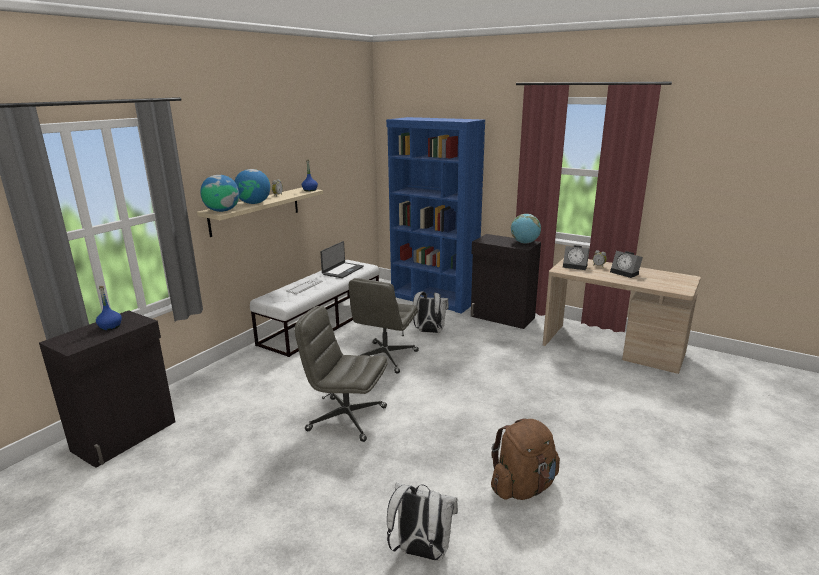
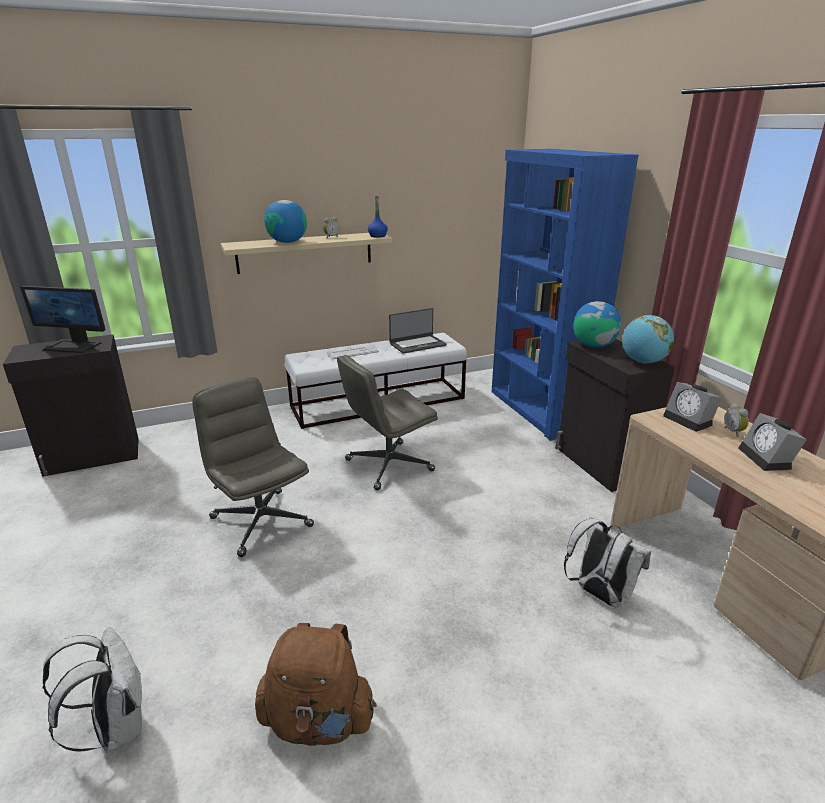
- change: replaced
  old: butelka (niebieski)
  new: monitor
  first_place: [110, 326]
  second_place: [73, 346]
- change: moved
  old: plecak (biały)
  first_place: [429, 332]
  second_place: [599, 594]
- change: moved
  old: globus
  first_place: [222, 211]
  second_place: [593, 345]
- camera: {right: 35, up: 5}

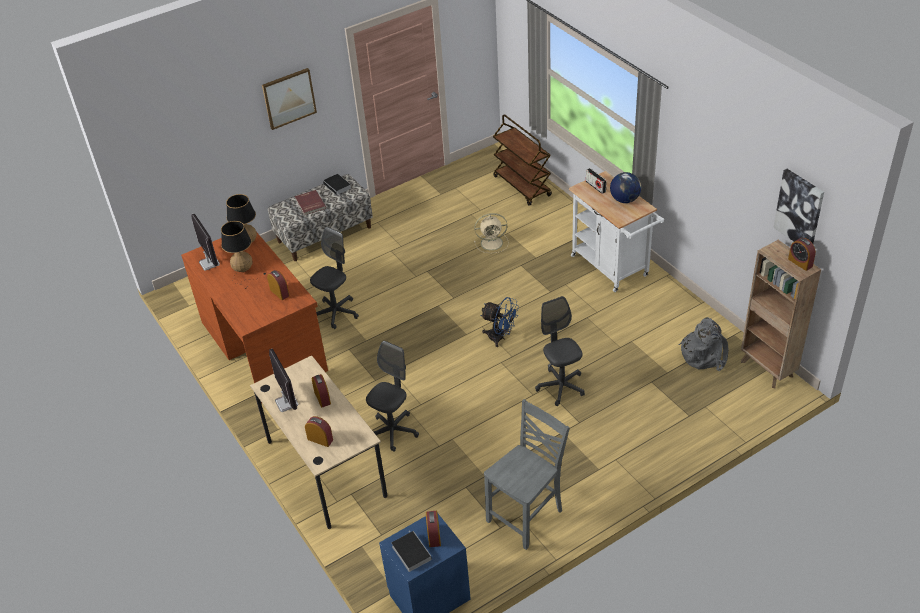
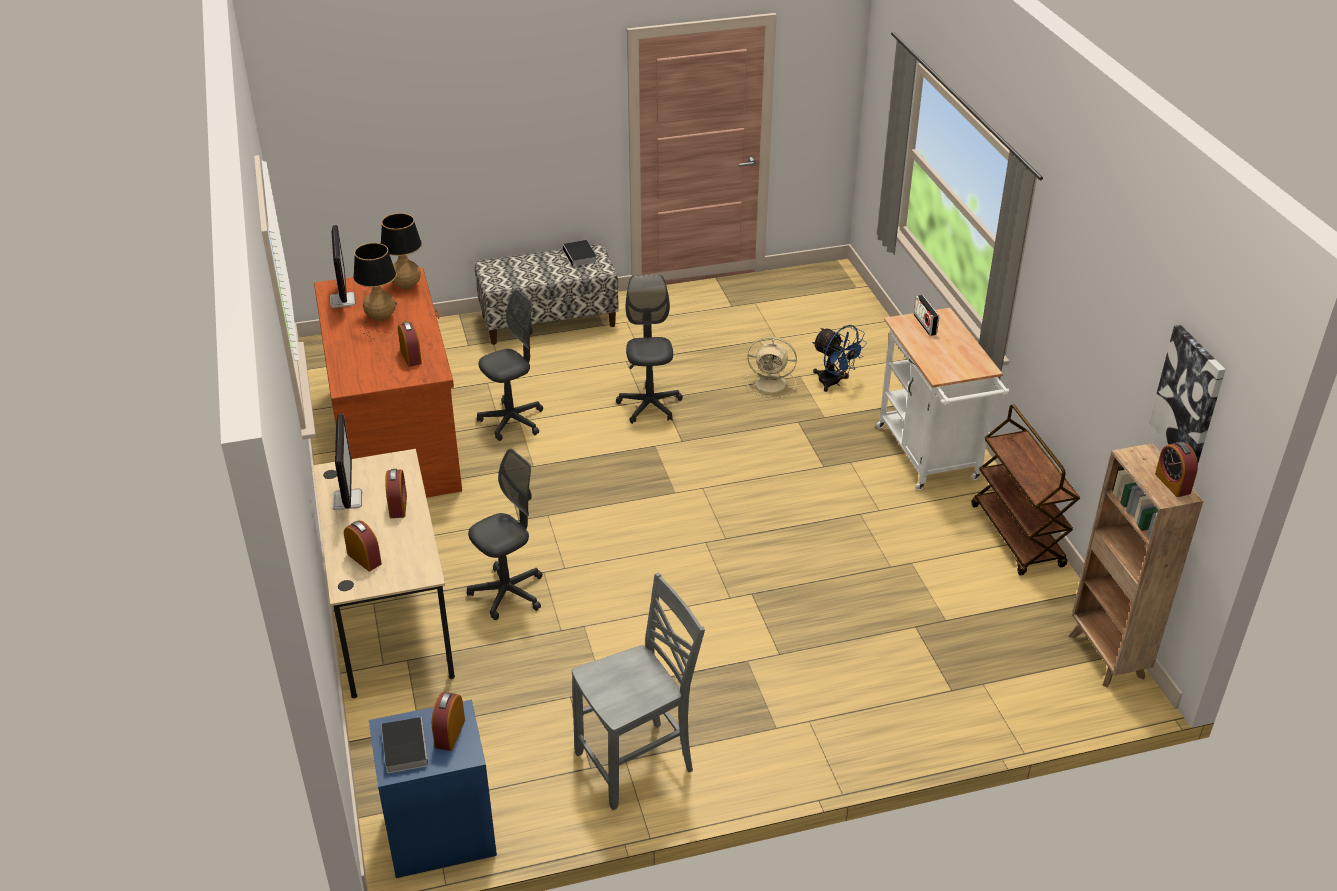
- change: moved
  old: krzesło biurowe (szary)
  first_place: [561, 387]
  second_place: [649, 406]
- change: moved
  old: wentylator (niebieski)
  first_place: [500, 337]
  second_place: [834, 383]
- change: moved
  old: wózek (brązowy)
  first_place: [522, 186]
  second_place: [1017, 536]
- change: removed
  old: obraz
  first_place: [289, 98]
- change: removed
  old: książka (czerwony)
  first_place: [310, 204]
- change: removed
  old: globus
  first_place: [624, 199]
- change: removed
  old: plecak (szary)
  first_place: [704, 354]
- camera: {right: 15, up: -5}

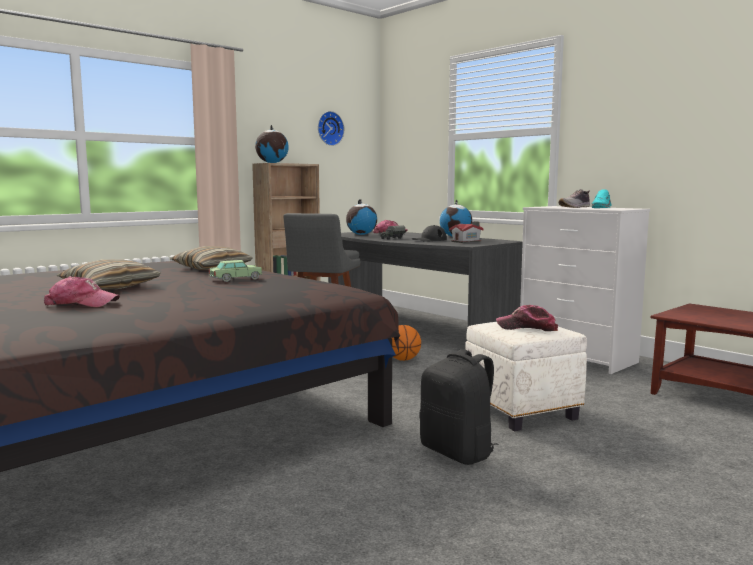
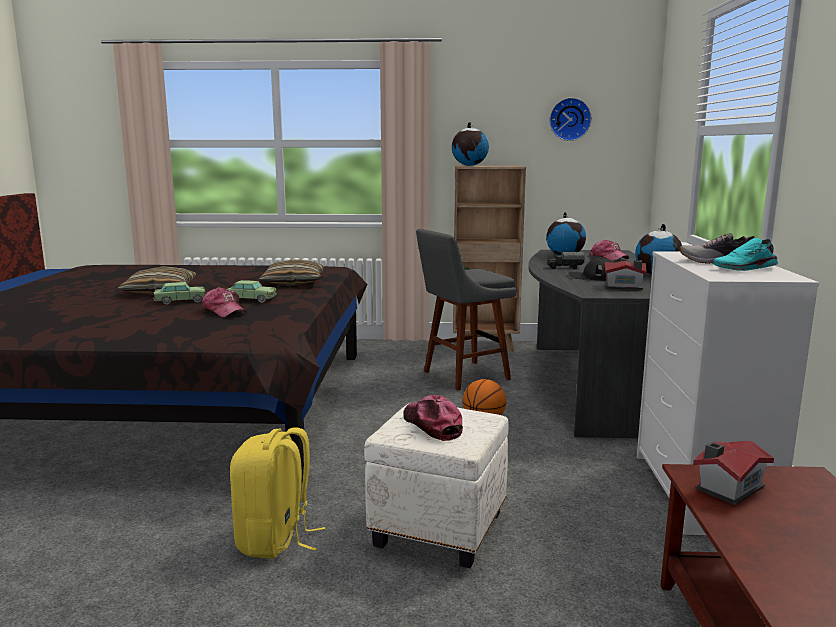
- change: added
  new: samochodzik
  second_place: [180, 301]
- change: moved
  old: czapka z daszkiem
  first_place: [81, 304]
  second_place: [224, 311]
- change: recoloured
  old: plecak (czarny)
  new: plecak (żółty)
  first_place: [458, 452]
  second_place: [275, 540]
- change: added
  new: domek
  second_place: [727, 488]
- camera: {right: 45, up: 5}

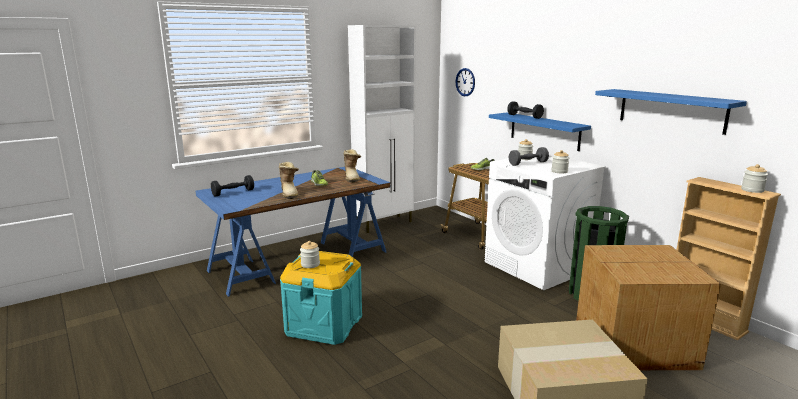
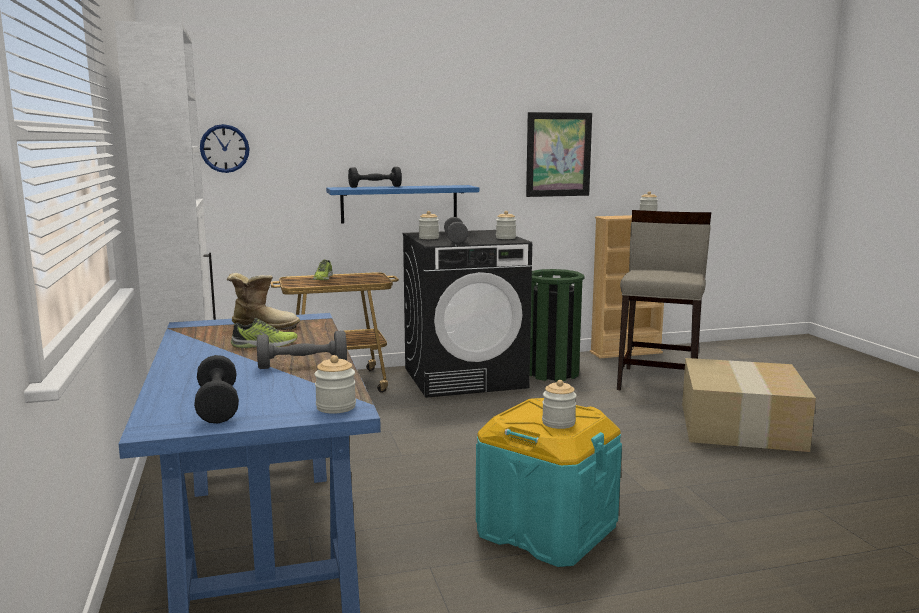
- change: replaced
  old: but z cholewką
  new: hantel (szary)
  first_place: [290, 193]
  second_place: [303, 365]
- change: added
  new: słoik
  second_place: [336, 407]
- change: recoloured
  old: pralka (biały)
  new: pralka (czarny)
  first_place: [537, 266]
  second_place: [465, 377]
- change: replaced
  old: półka (niebieski)
  new: obraz
  first_place: [671, 110]
  second_place: [558, 154]
- change: replaced
  old: karton
  new: stołek (beżowy)
  first_place: [636, 344]
  second_place: [659, 382]
- camera: {right: -70, up: -5}

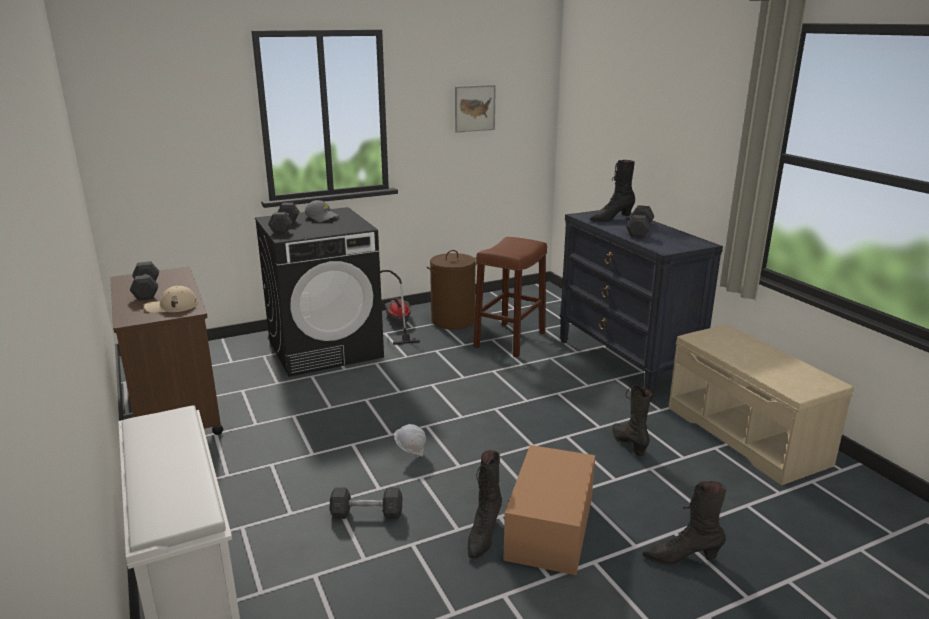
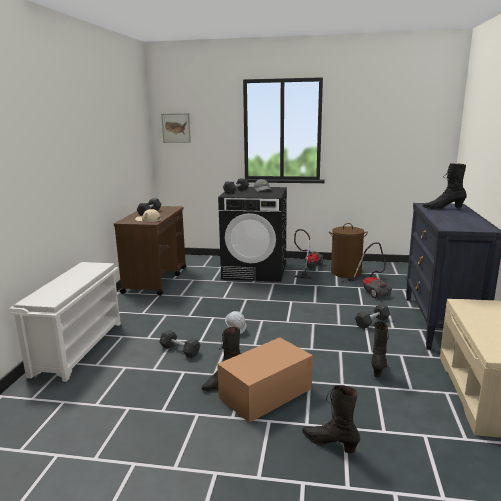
- change: moved
  old: obraz
  first_place: [474, 108]
  second_place: [176, 128]
- change: replaced
  old: stołek (brązowy)
  new: odkurzacz
  first_place: [510, 340]
  second_place: [370, 290]
- change: moved
  old: hantel (szary)
  first_place: [639, 230]
  second_place: [372, 322]
- camera: {right: 35, up: -5}

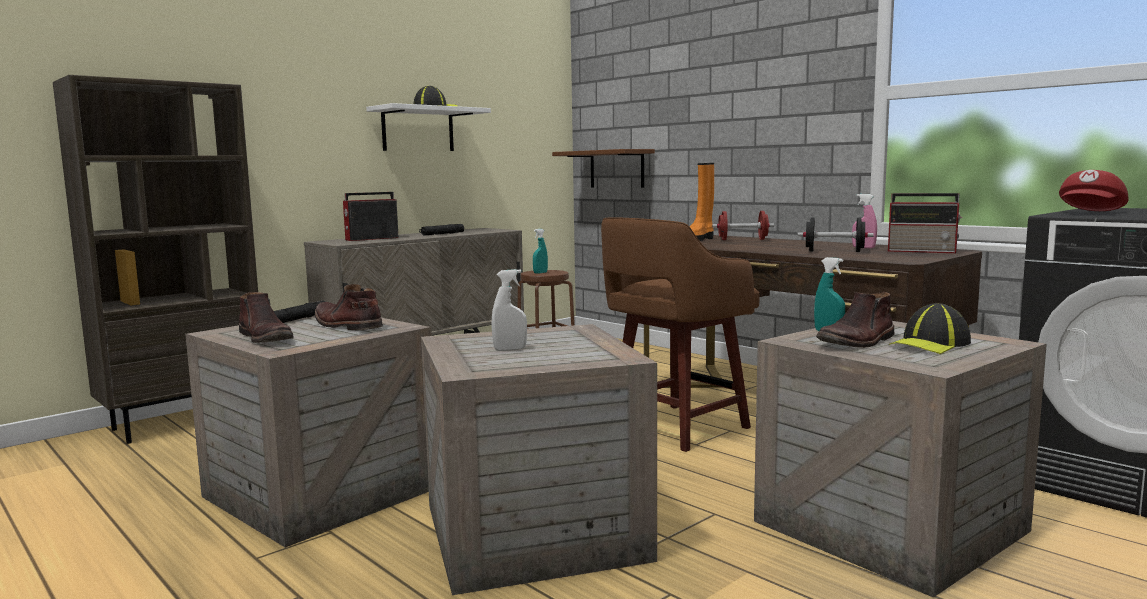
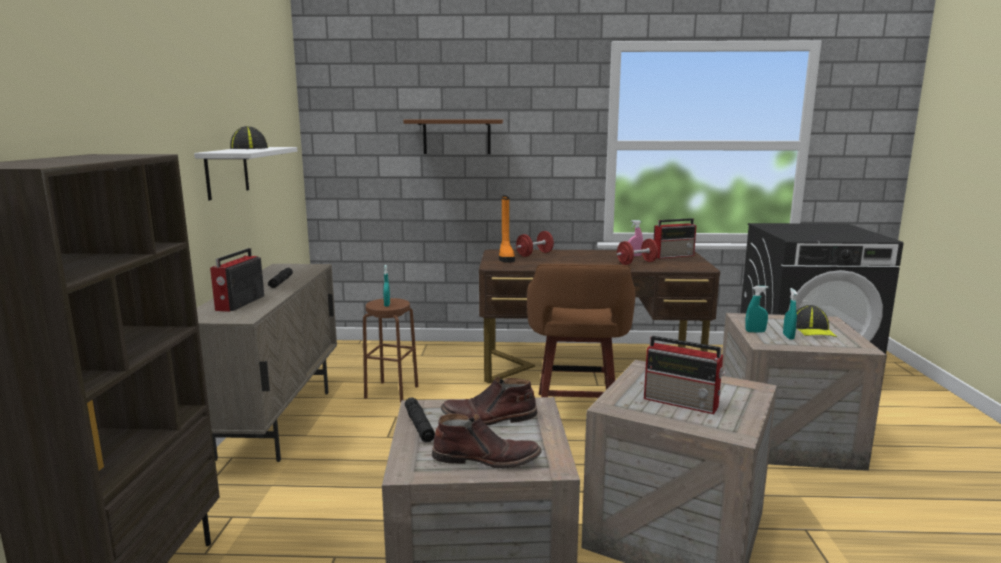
- change: moved
  old: półka (brązowy)
  first_place: [617, 169]
  second_place: [457, 136]
- change: recoloured
  old: hantel (czarny)
  new: hantel (czerwony)
  first_place: [834, 251]
  second_place: [636, 263]
- change: replaced
  old: spryskiwacz (biały)
  new: radio
  first_place: [510, 349]
  second_place: [682, 402]
- change: replaced
  old: but z cholewką (brązowy)
  new: spryskiwacz (turkusowy)
  first_place: [858, 342]
  second_place: [788, 337]
- change: removed
  old: czapka z daszkiem (czerwony)
  first_place: [1091, 212]
- camera: {right: -45, up: 5}

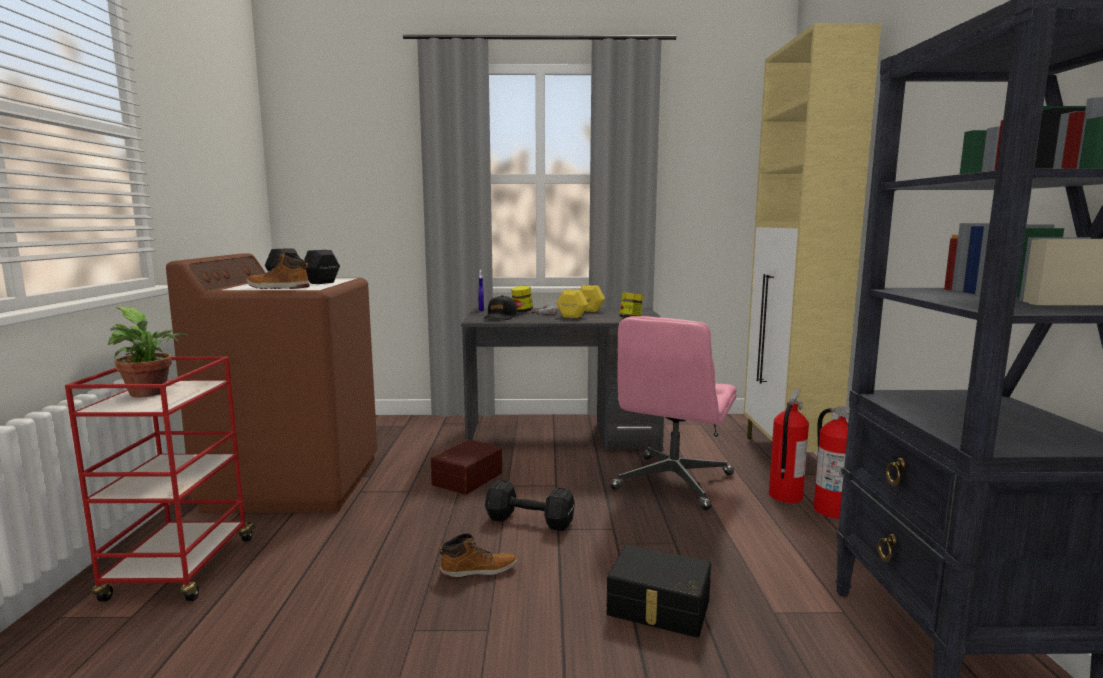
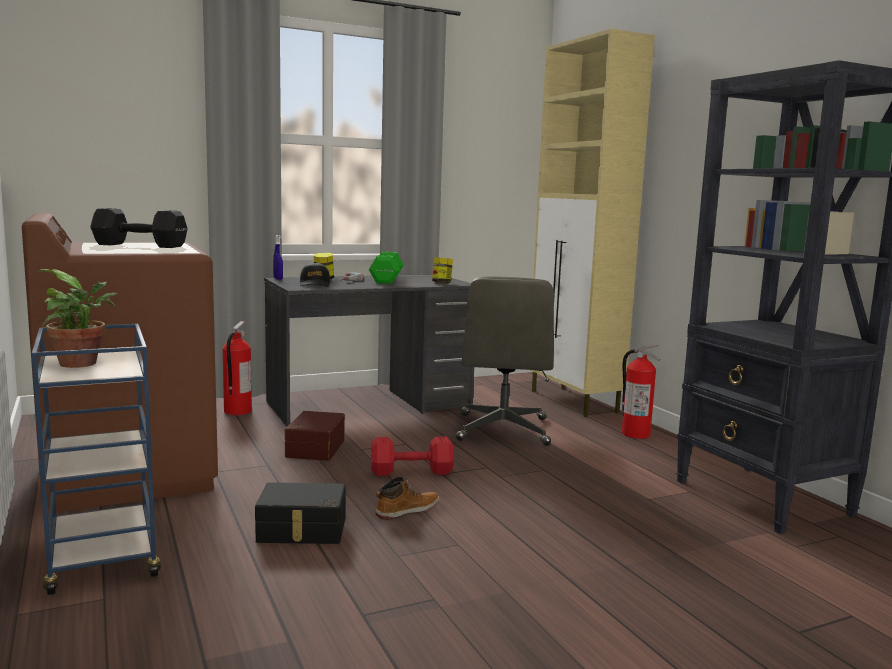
- change: recoloured
  old: wózek (czerwony)
  new: wózek (niebieski)
  first_place: [180, 570]
  second_place: [103, 558]
- change: moved
  old: gaśnica
  first_place: [784, 496]
  second_place: [237, 411]
- change: moved
  old: pojemnik do przechowywania (czarny)
  first_place: [658, 608]
  second_place: [302, 531]
- change: recoloured
  old: hantel (żółty)
  new: hantel (zielony)
  first_place: [580, 314]
  second_place: [385, 280]
- change: recoloured
  old: hantel (czarny)
  new: hantel (czerwony)
  first_place: [531, 521]
  second_place: [413, 471]
- change: recoloured
  old: krzesło biurowe (różowy)
  new: krzesło biurowe (szary)
  first_place: [673, 482]
  second_place: [503, 430]
- change: removed
  old: but z cholewką
  first_place: [278, 288]
- camera: {right: -25, up: 0}

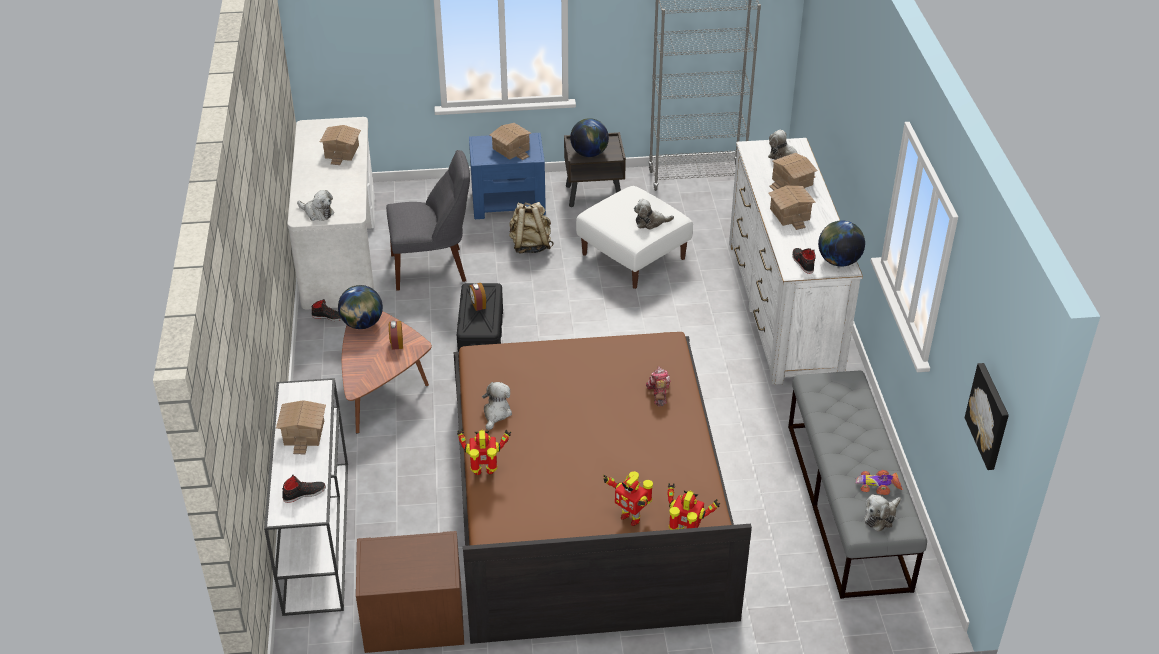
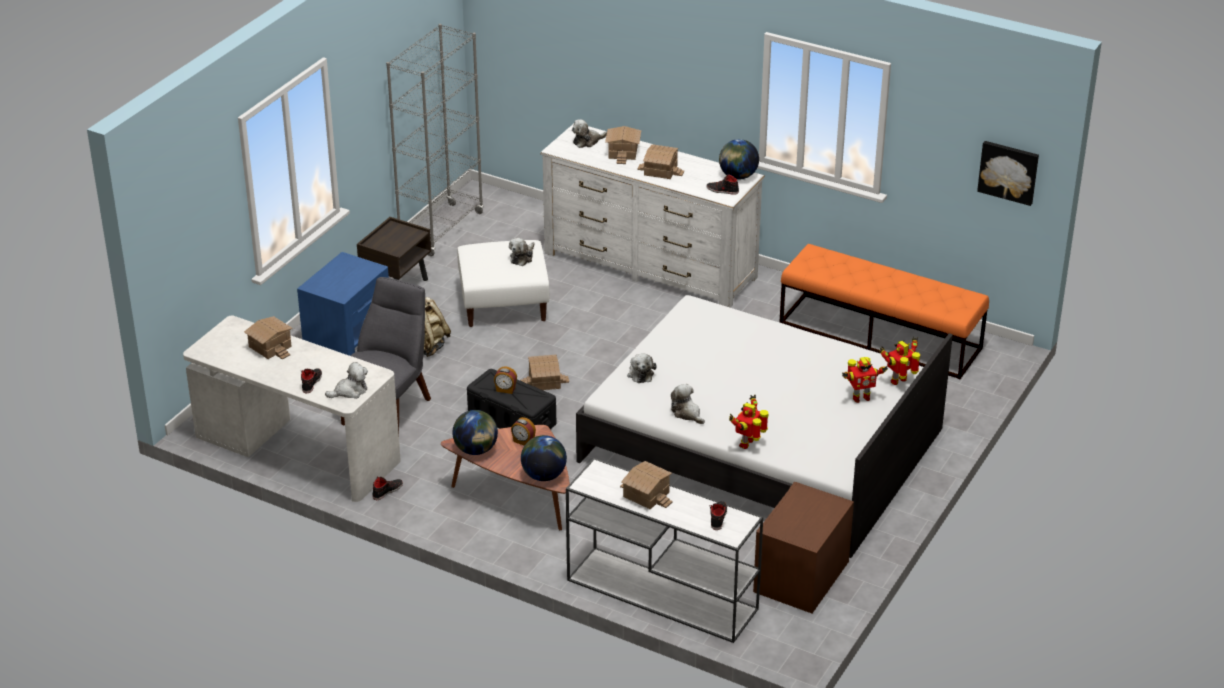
- change: added
  new: but (czarny)
  second_place: [311, 382]
- change: moved
  old: domek
  first_place: [510, 149]
  second_place: [544, 382]
- change: moved
  old: globus
  first_place: [589, 153]
  second_place: [543, 475]
- change: recoloured
  old: łóżko (brązowy)
  new: łóżko (biały)
  first_place: [588, 501]
  second_place: [761, 445]
- change: moved
  old: pluszak
  first_place: [881, 517]
  second_place: [640, 373]
- change: recoloured
  old: ławka (szary)
  new: ławka (pomarańczowy)
  first_place: [847, 505]
  second_place: [880, 336]
- change: removed
  old: robot zabawkowy
  first_place: [658, 393]
- change: removed
  old: samochodzik
  first_place: [878, 486]
- camera: {right: -55, up: -5}

